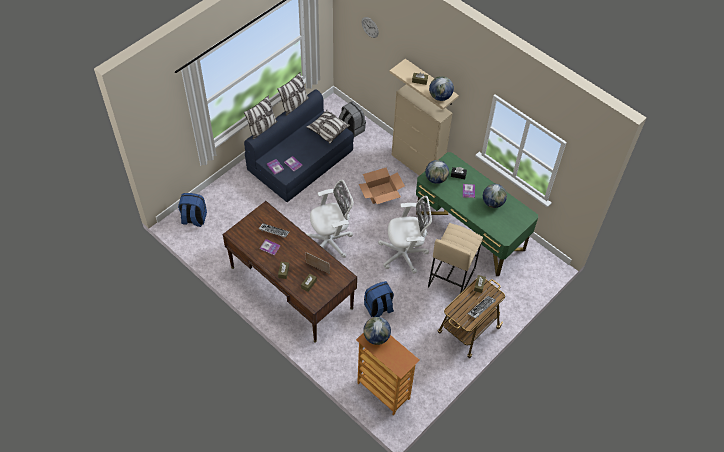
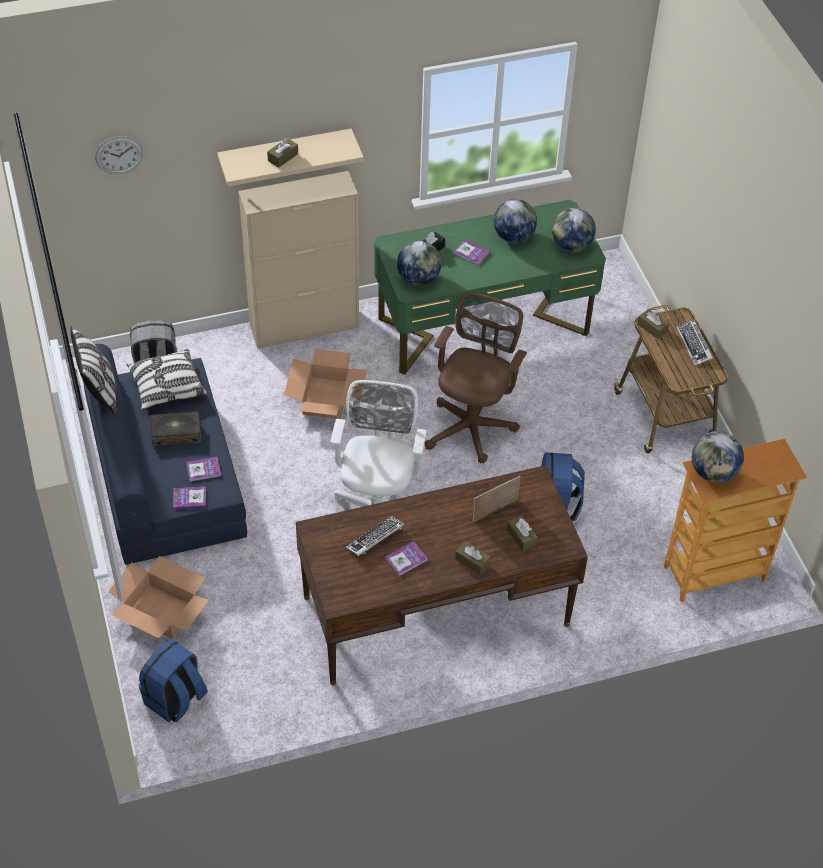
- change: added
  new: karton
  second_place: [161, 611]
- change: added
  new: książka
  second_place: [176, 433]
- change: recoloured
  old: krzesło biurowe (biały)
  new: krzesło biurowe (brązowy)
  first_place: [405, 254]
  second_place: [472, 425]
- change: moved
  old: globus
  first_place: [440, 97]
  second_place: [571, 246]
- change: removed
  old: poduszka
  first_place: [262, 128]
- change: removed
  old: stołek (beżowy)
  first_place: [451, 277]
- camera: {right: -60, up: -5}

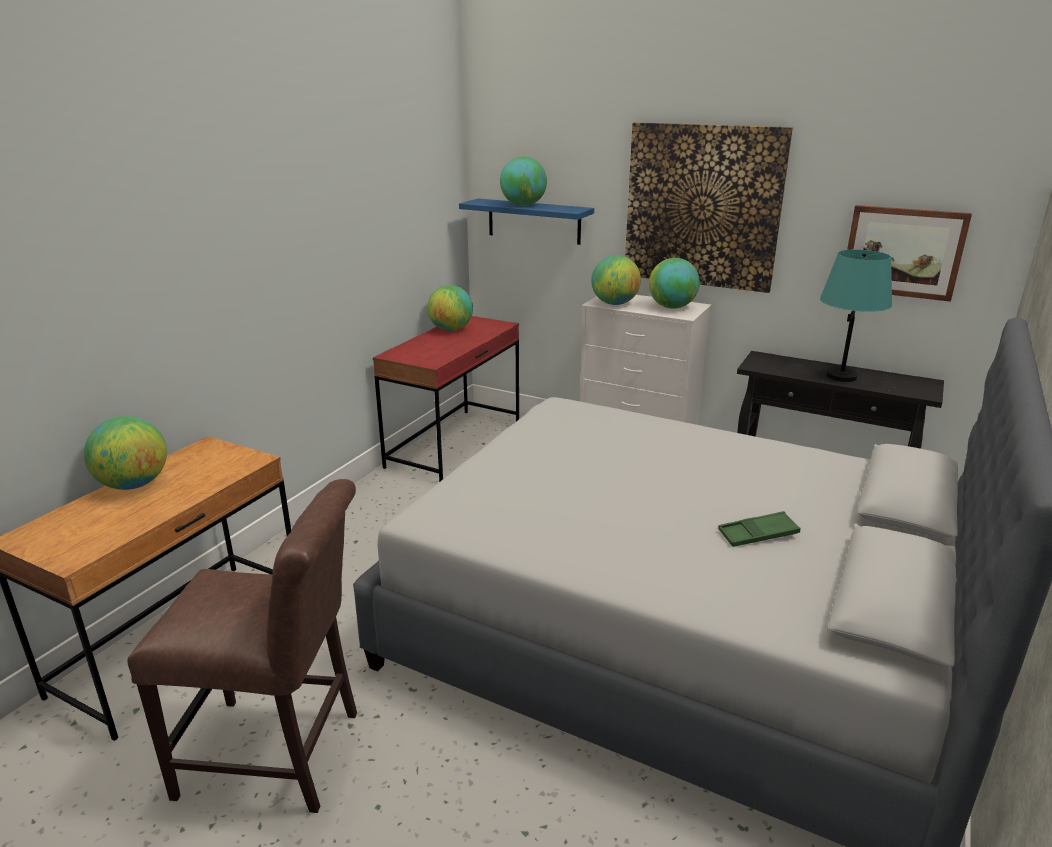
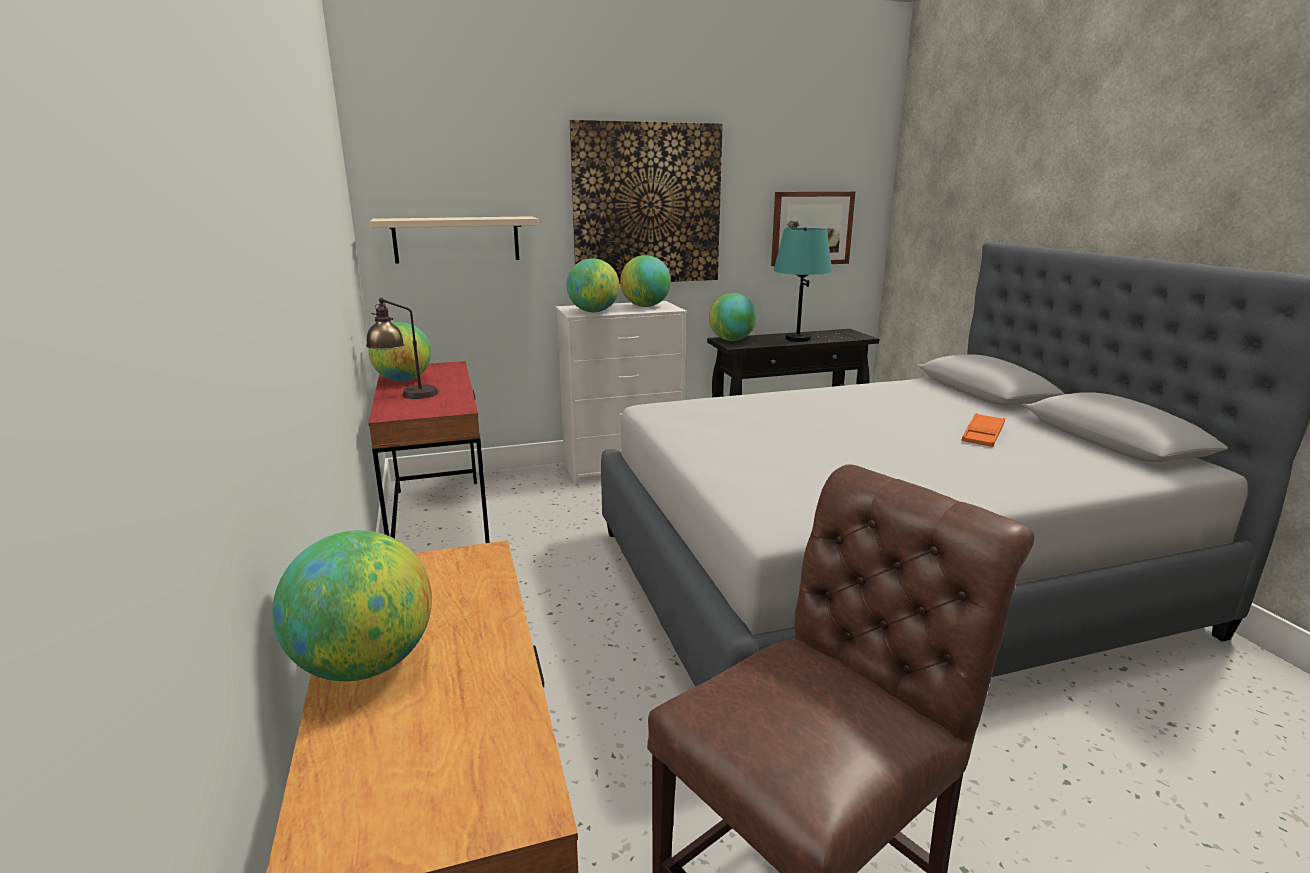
- change: added
  new: lampa stołowa
  second_place: [406, 395]
- change: recoloured
  old: półka (niebieski)
  new: półka (beżowy)
  first_place: [534, 221]
  second_place: [456, 239]
- change: moved
  old: globus
  first_place: [523, 205]
  second_place: [731, 340]
- change: recoloured
  old: taca (zielony)
  new: taca (pomarańczowy)
  first_place: [758, 534]
  second_place: [983, 435]
- camera: {right: -45, up: -5}

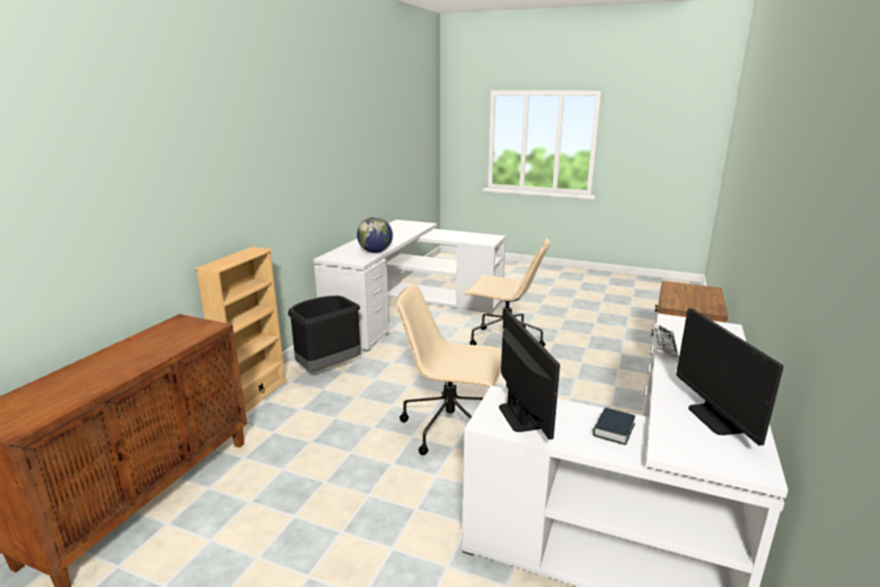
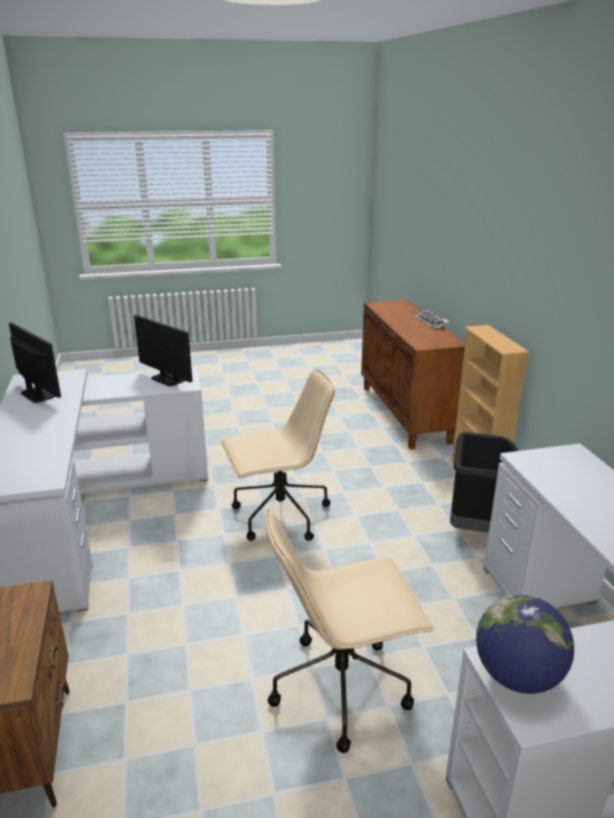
- change: moved
  old: klawiatura
  first_place: [663, 346]
  second_place: [431, 322]
- change: moved
  old: globus
  first_place: [375, 252]
  second_place: [517, 676]
- change: removed
  old: książka
  first_place: [613, 430]
- camera: {right: 145, up: 5}

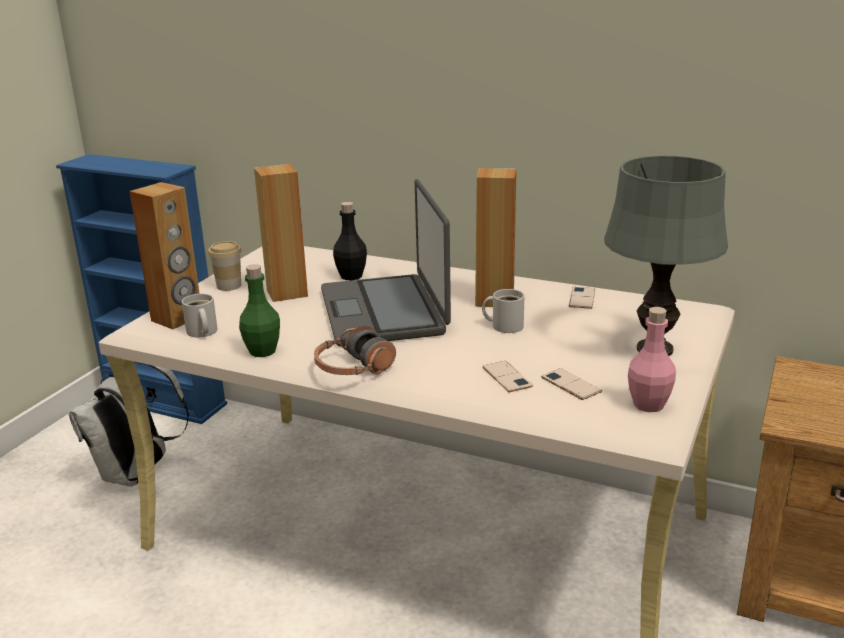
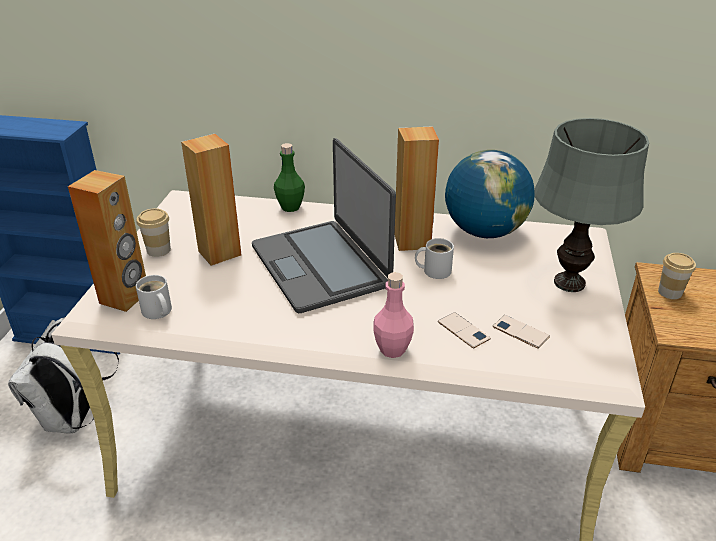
- change: moved
  old: butelka (zielony)
  first_place: [262, 351]
  second_place: [290, 207]
- change: moved
  old: butelka (różowy)
  first_place: [648, 405]
  second_place: [392, 349]
- change: replaced
  old: telefon
  new: globus
  first_place: [582, 298]
  second_place: [484, 231]
- change: added
  new: filiżanka
  second_place: [670, 292]
- change: removed
  old: słuchawki
  first_place: [354, 369]
- change: removed
  old: butelka (czarny)
  first_place: [351, 276]
- camera: {right: -15, up: 10}

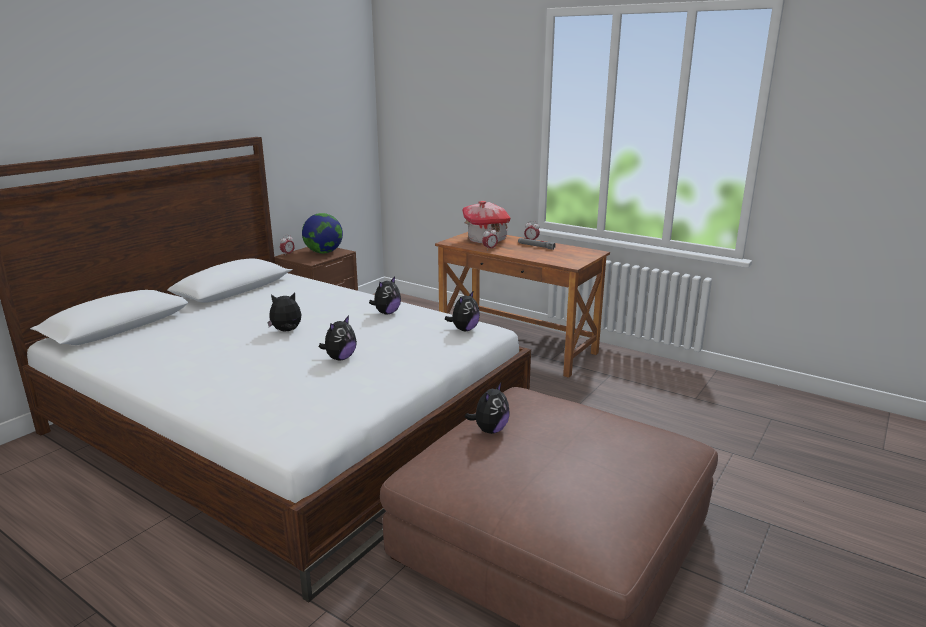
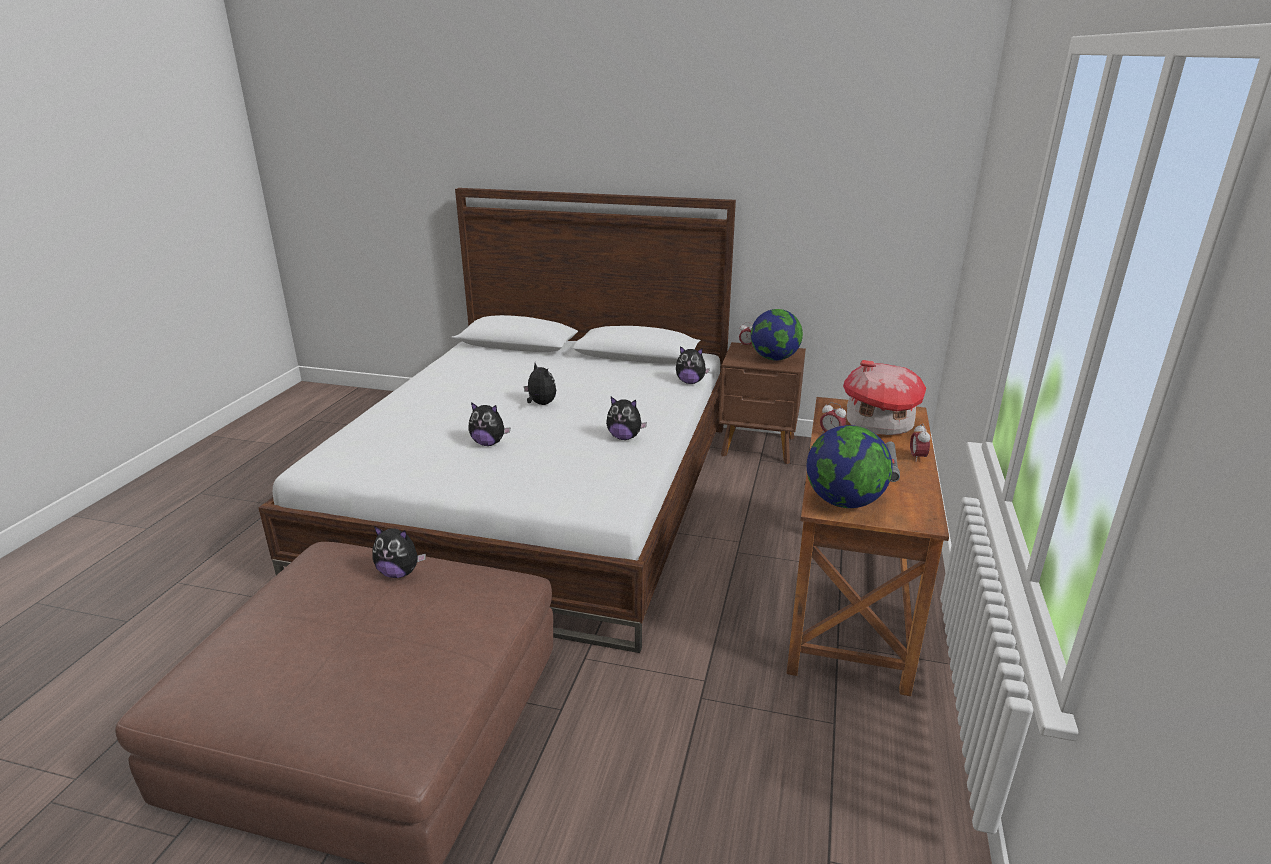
- change: moved
  old: pluszak
  first_place: [464, 329]
  second_place: [690, 382]
- change: added
  new: globus
  second_place: [843, 502]
- camera: {right: 70, up: 5}

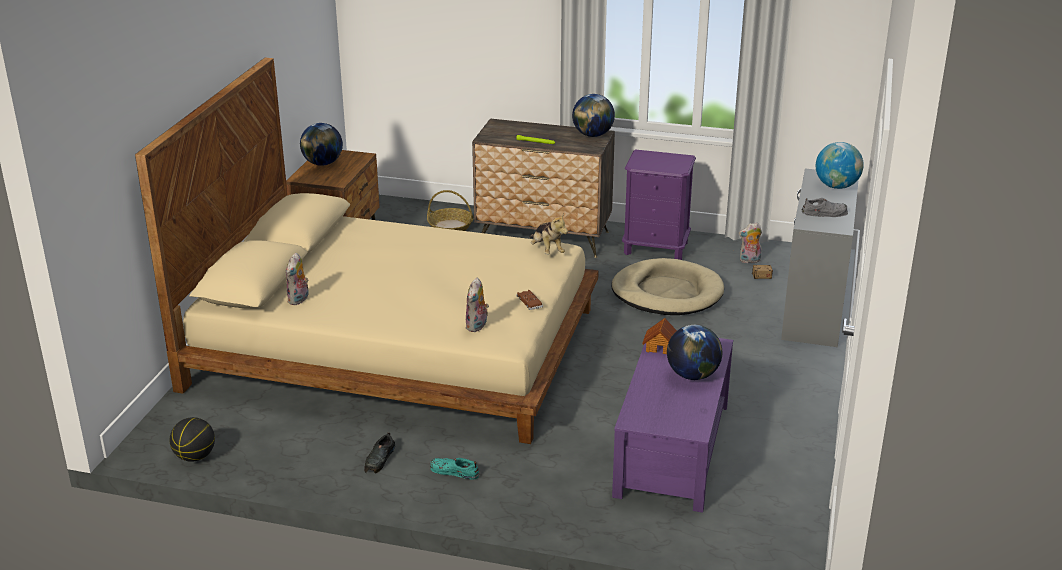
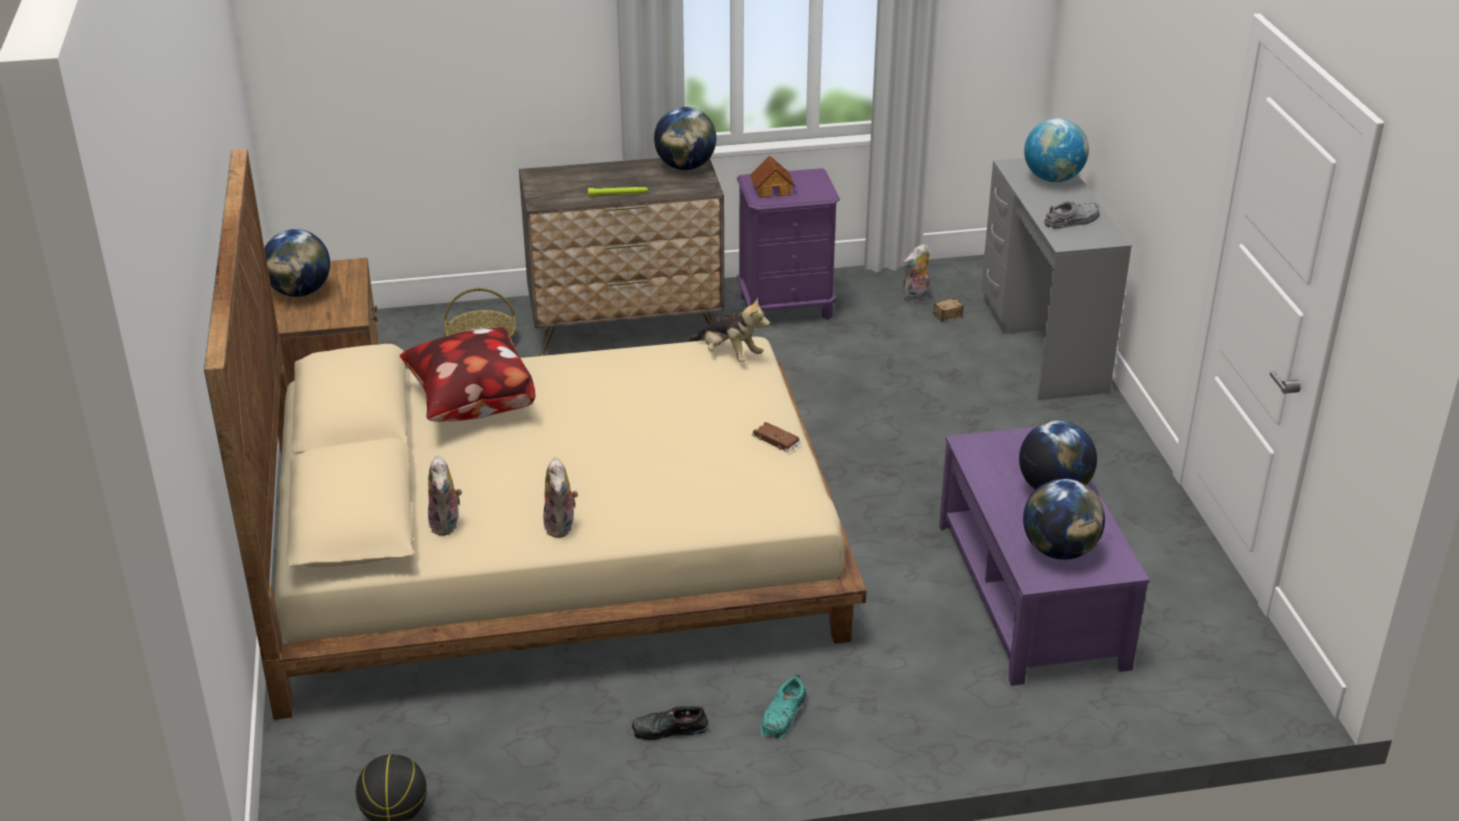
- change: added
  new: poduszka
  second_place: [470, 406]
- change: moved
  old: pluszak
  first_place: [477, 326]
  second_place: [562, 526]
- change: turned
  old: but (czarny)
  first_place: [380, 459]
  second_place: [669, 729]
  degrees: 90
- change: moved
  old: domek
  first_place: [661, 347]
  second_place: [772, 189]
- change: turned
  old: but (turkusowy)
  first_place: [454, 471]
  second_place: [783, 715]
  degrees: -60
- change: added
  new: globus
  second_place: [1059, 550]
- change: removed
  old: legowisko (beżowy)
  first_place: [667, 292]
- camera: {right: -25, up: 5}

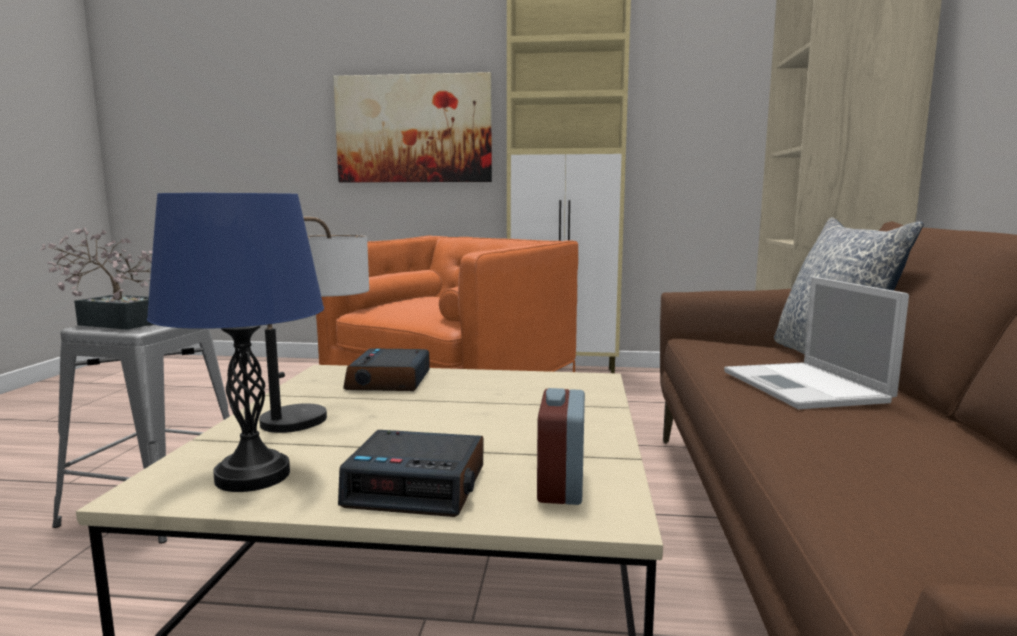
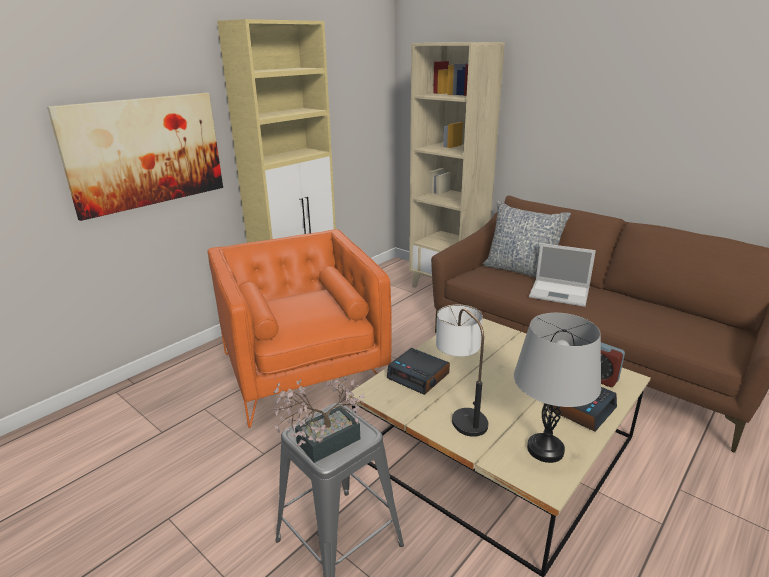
- change: recoloured
  old: lampa stołowa (niebieski)
  new: lampa stołowa (szary)
  first_place: [252, 476]
  second_place: [545, 449]
- camera: {right: -55, up: 15}

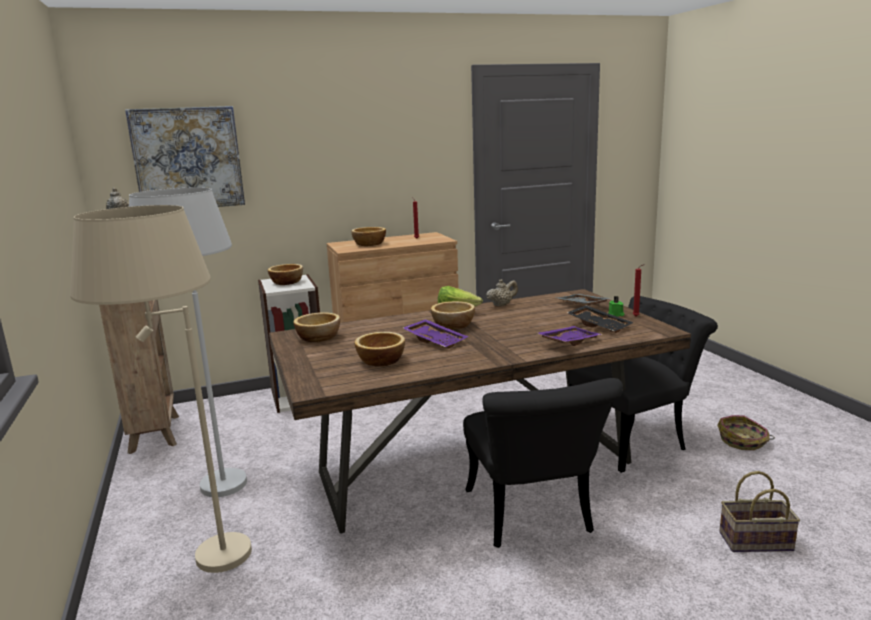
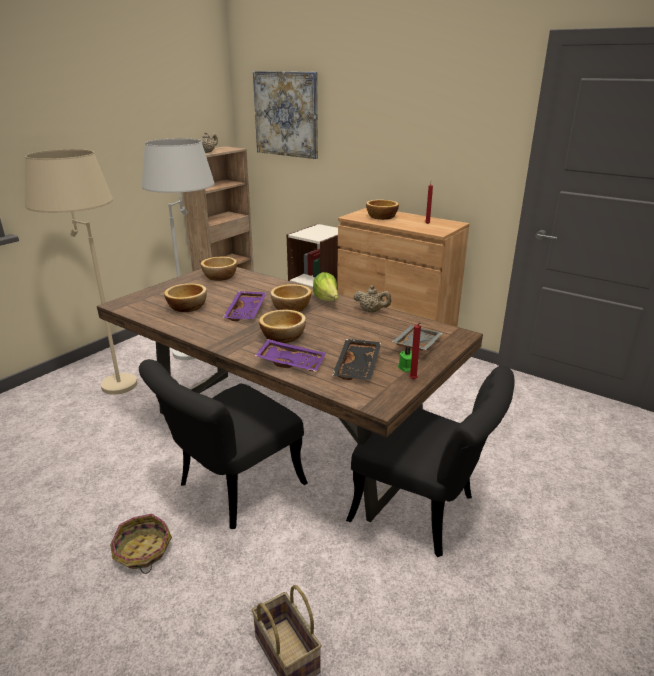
- change: moved
  old: koszyk
  first_place: [743, 441]
  second_place: [142, 551]
- change: moved
  old: miska
  first_place: [286, 282]
  second_place: [283, 336]
- camera: {right: 55, up: 10}

